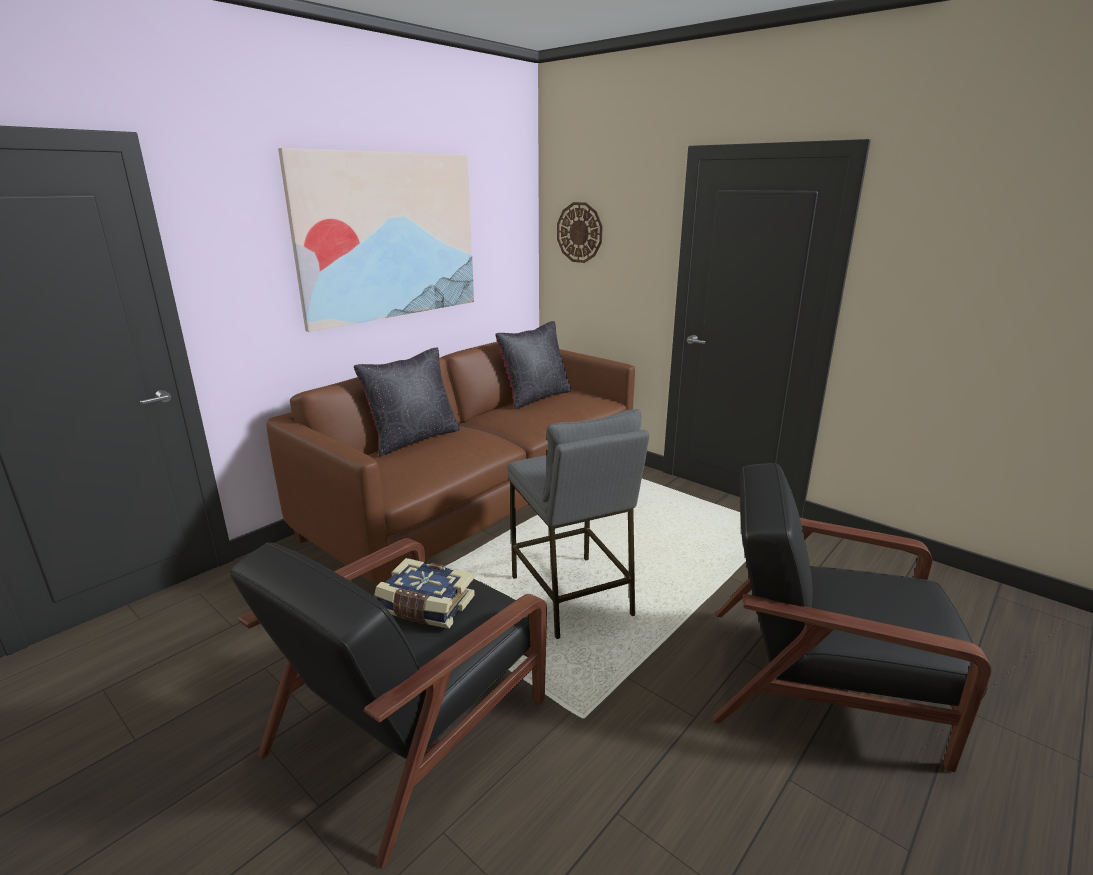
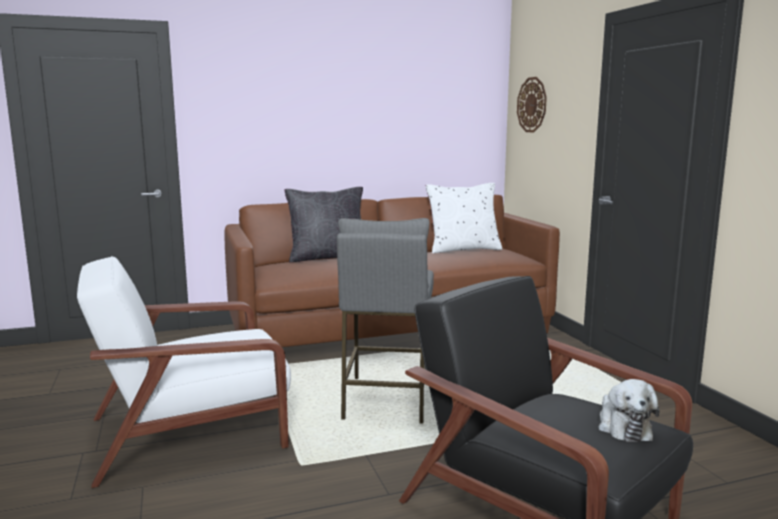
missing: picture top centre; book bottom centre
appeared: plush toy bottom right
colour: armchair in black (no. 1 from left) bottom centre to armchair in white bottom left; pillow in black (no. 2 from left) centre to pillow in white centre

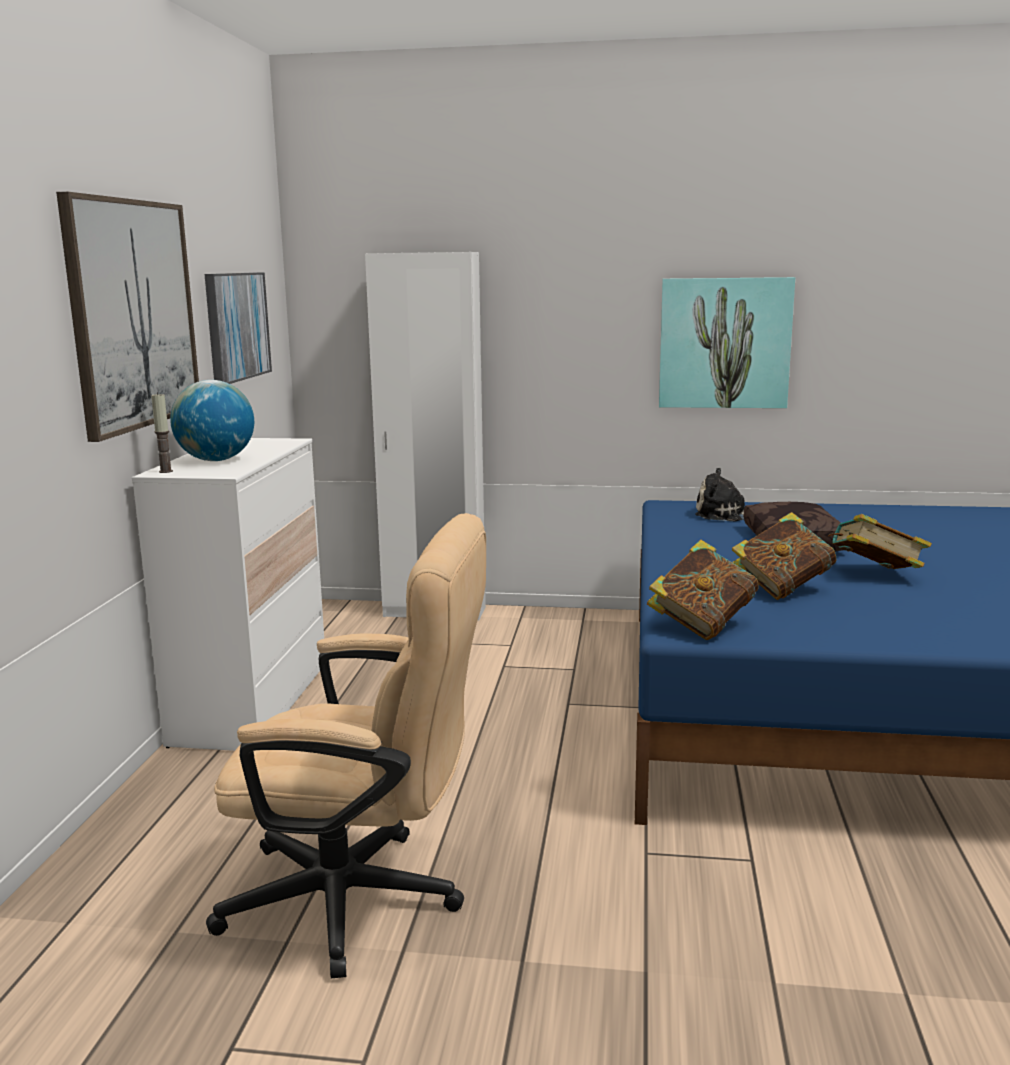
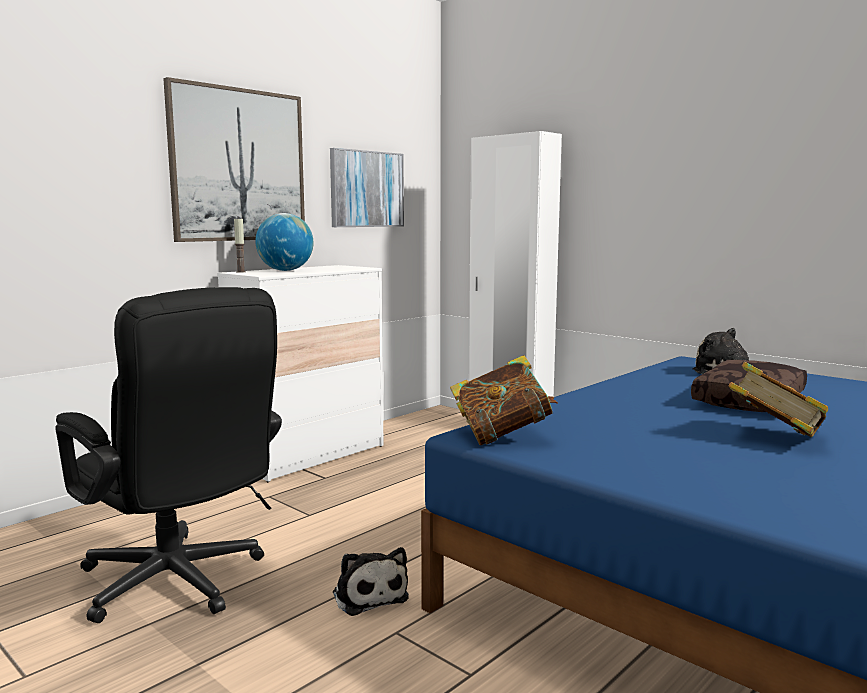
missing: picture (no. 3 from left) top right; book (no. 2 from left) middle right
appeared: plush toy (no. 1 from left) bottom centre
colour: office chair in beige bottom centre to office chair in black middle left

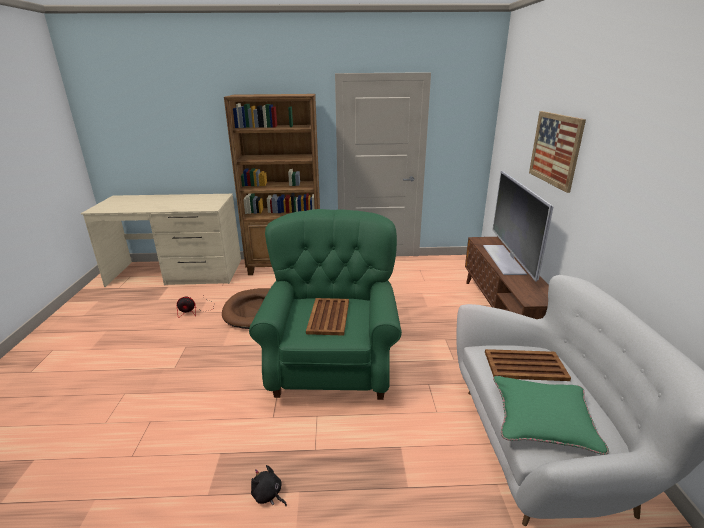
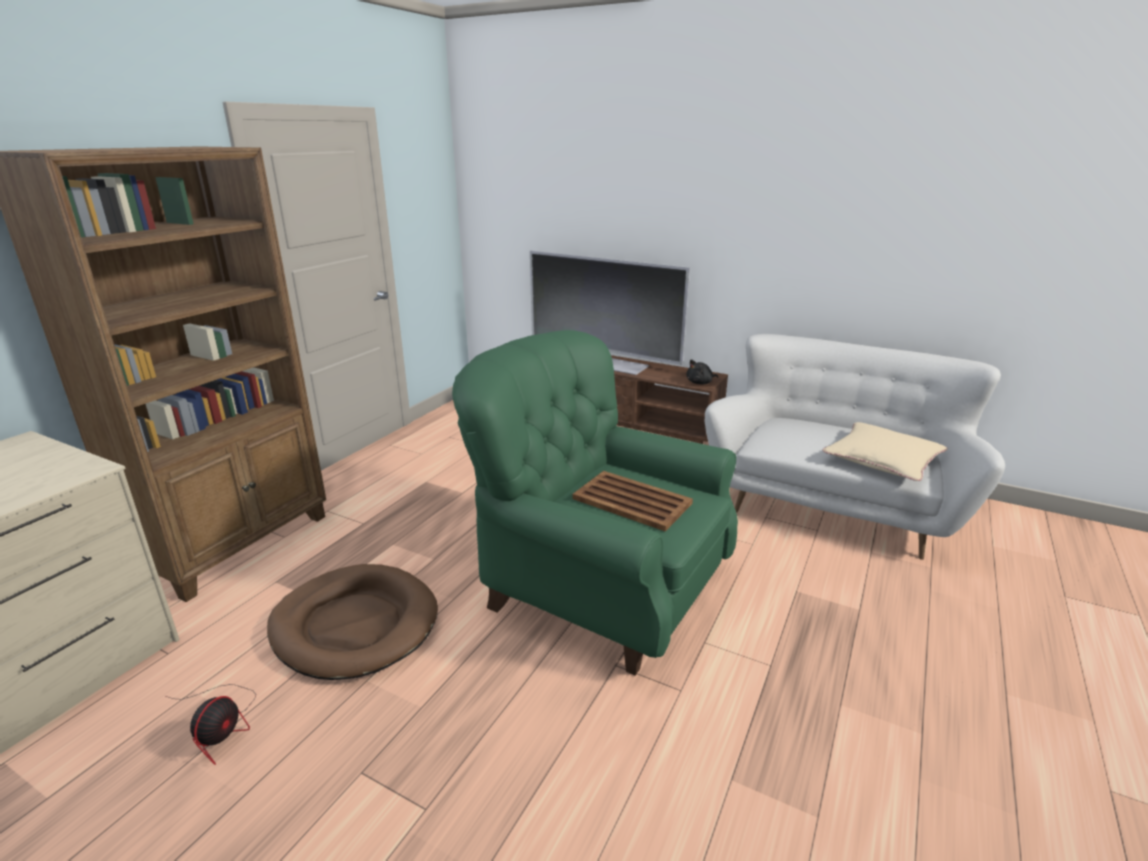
missing: tray in brown (no. 2 from left) bottom right; picture top right
relocated: plush toy in black bottom centre to centre
colour: pillow in green bottom right to pillow in beige middle right

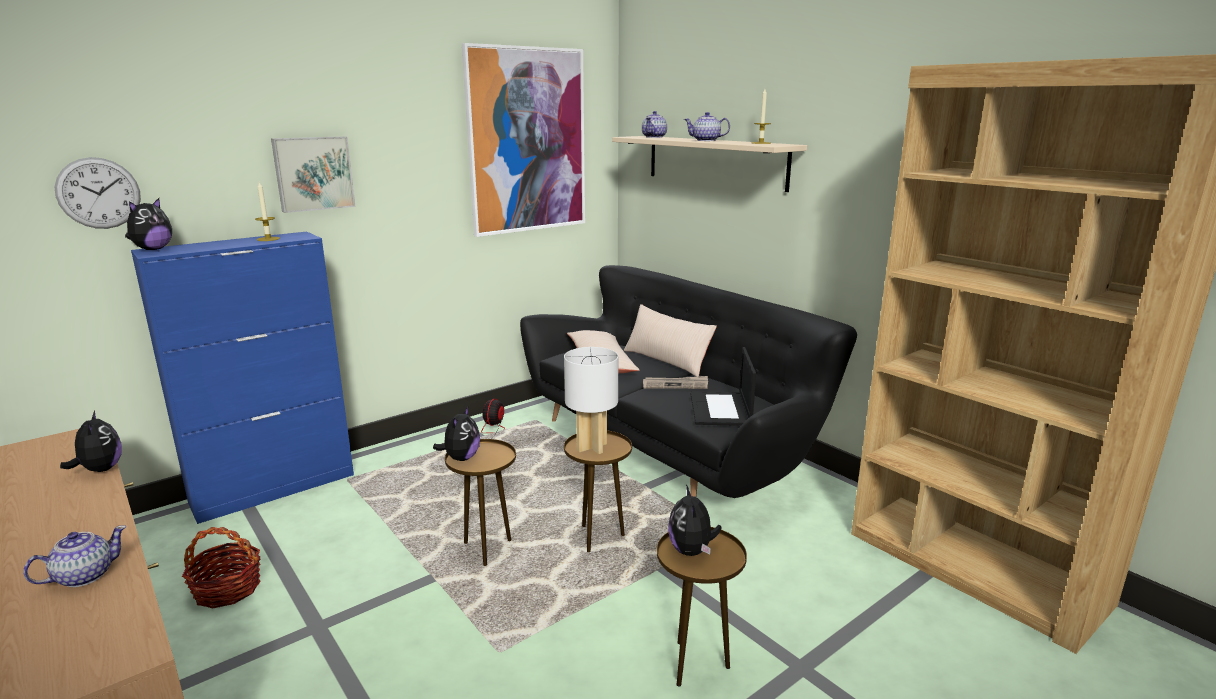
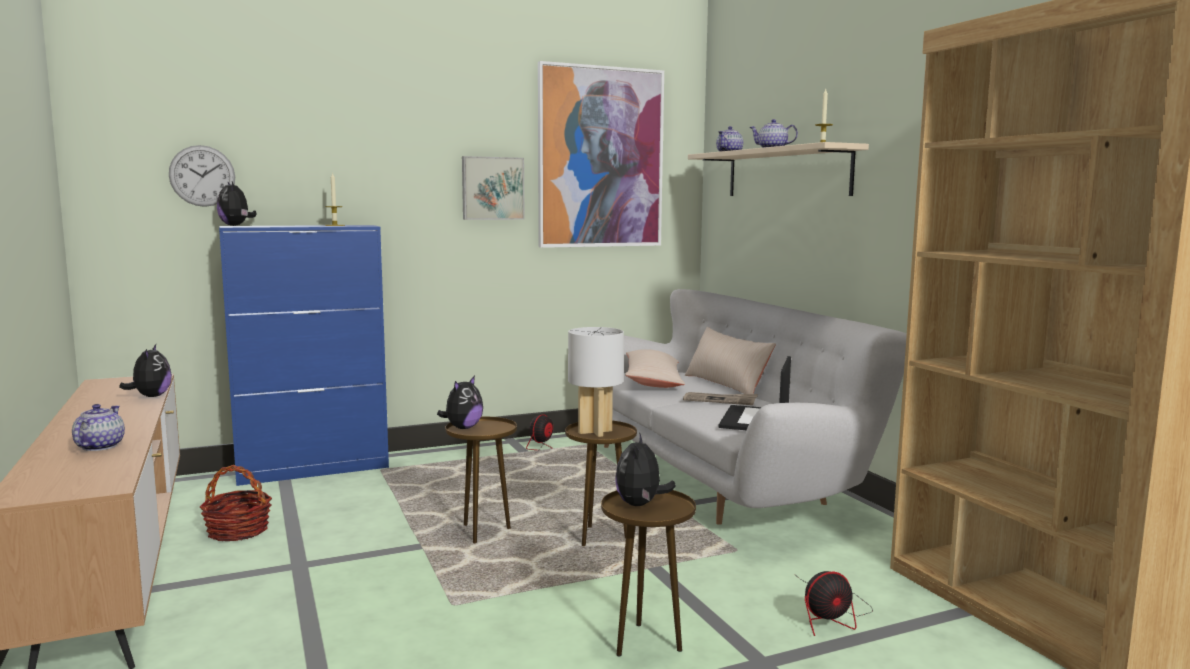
appeared: fan (no. 2 from left) bottom right
relocated: picture (no. 1 from left) top left to top centre
colour: sofa in black centre to sofa in white centre
spun: teapot (no. 1 from left) bottom left = middle left 60 degrees counterclockwise; plush toy (no. 2 from left) top left = top left 105 degrees clockwise

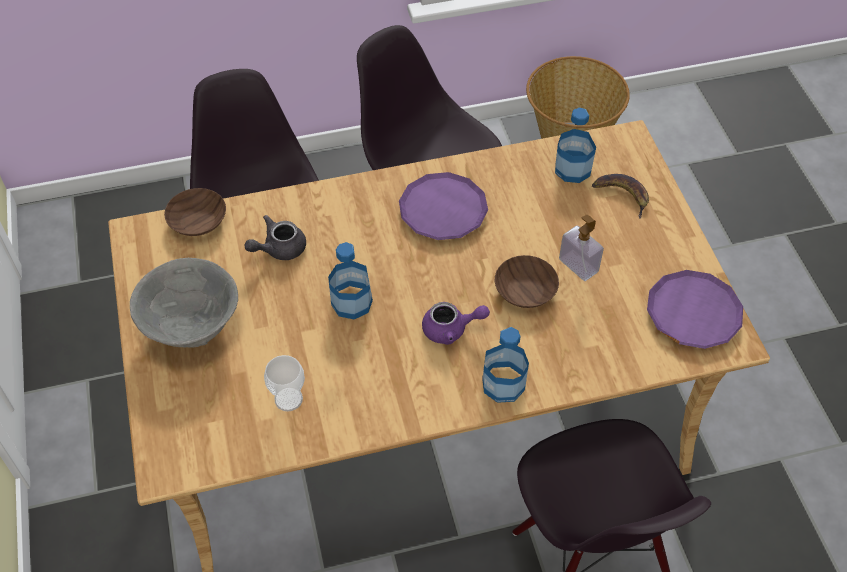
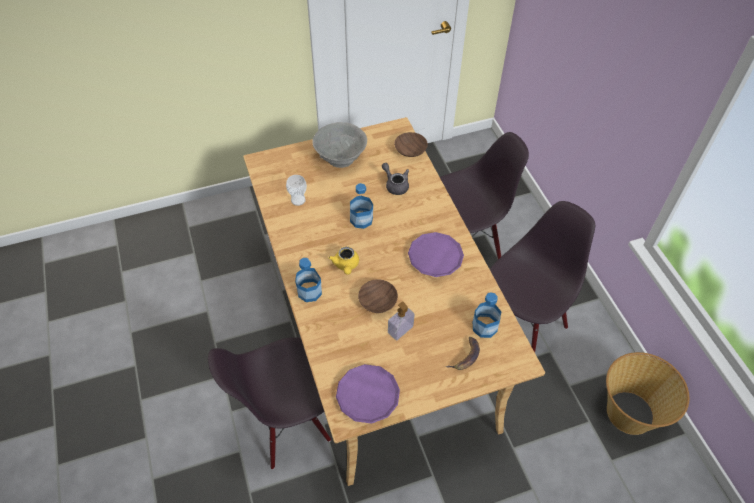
colour: teapot in purple centre to teapot in yellow centre

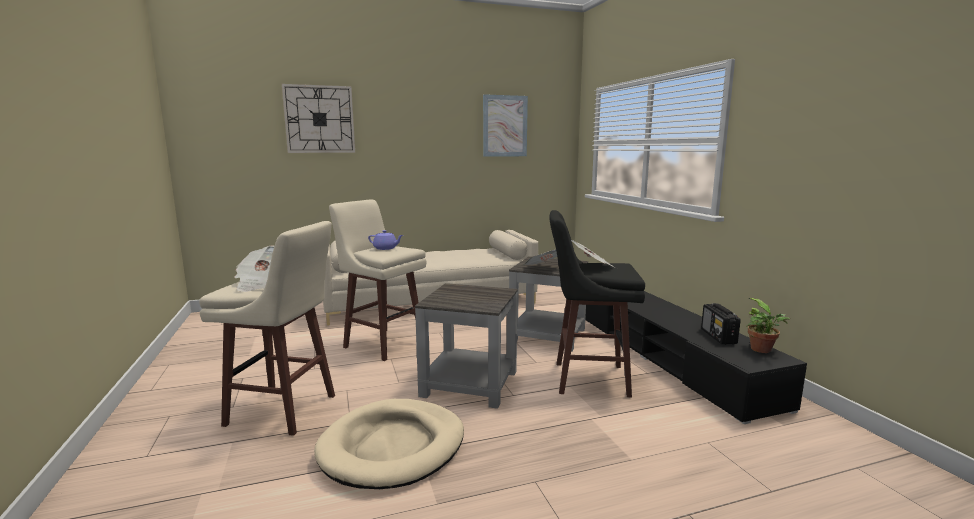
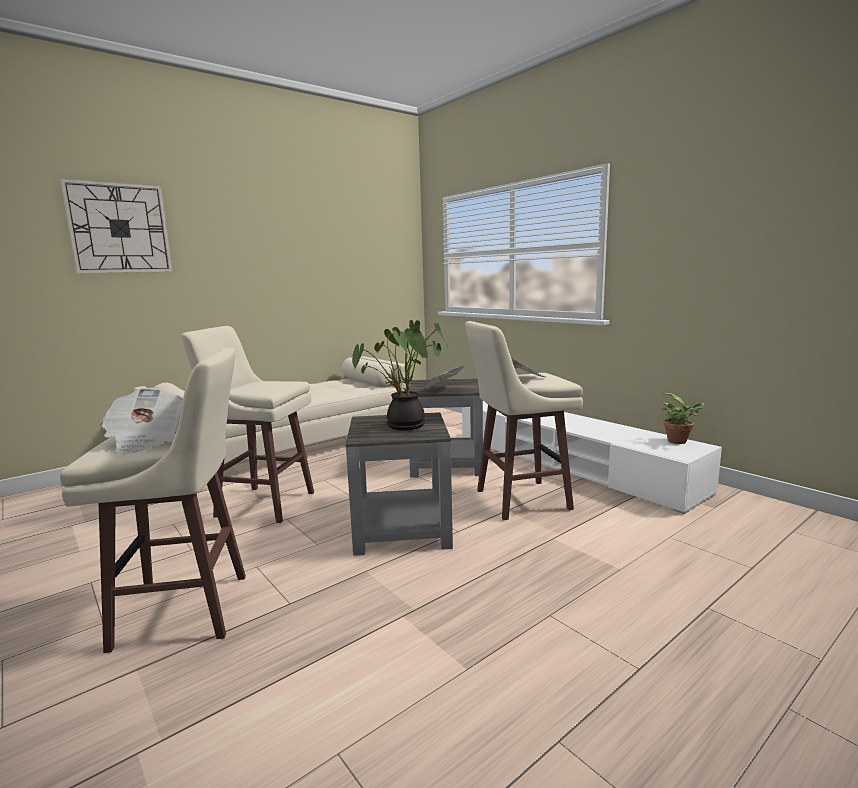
missing: dog bed in beige bottom centre; teapot in purple centre; picture top centre; radio middle right
appeared: potted plant (no. 1 from left) centre
colour: stool in black centre to stool in beige (no. 3 from left) centre; tv stand in black bottom right to tv stand in white middle right

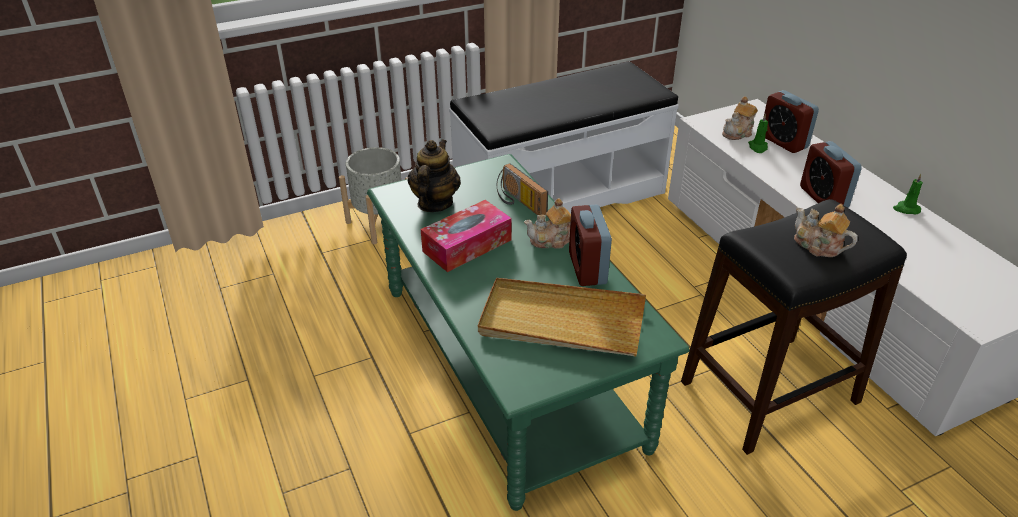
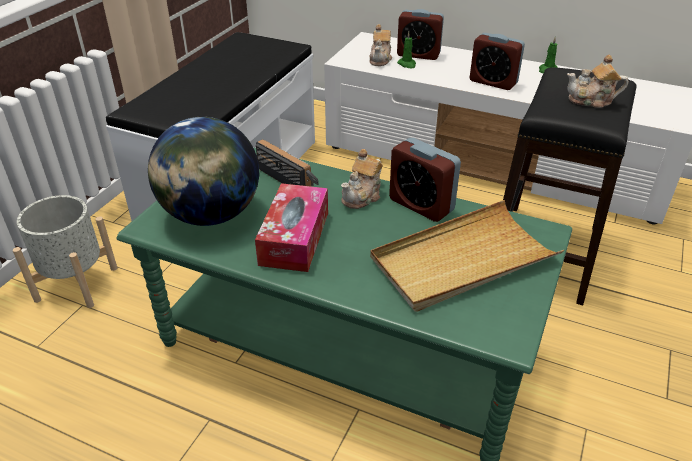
exchanged: teapot (no. 1 from left) centre to globe middle left
spun: radio centre = centre 150 degrees counterclockwise

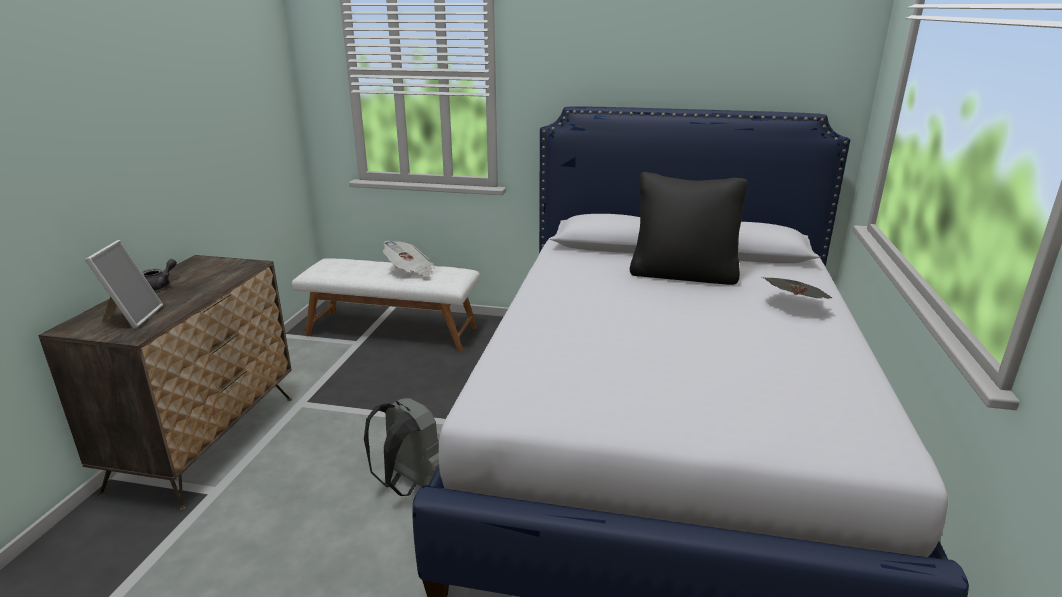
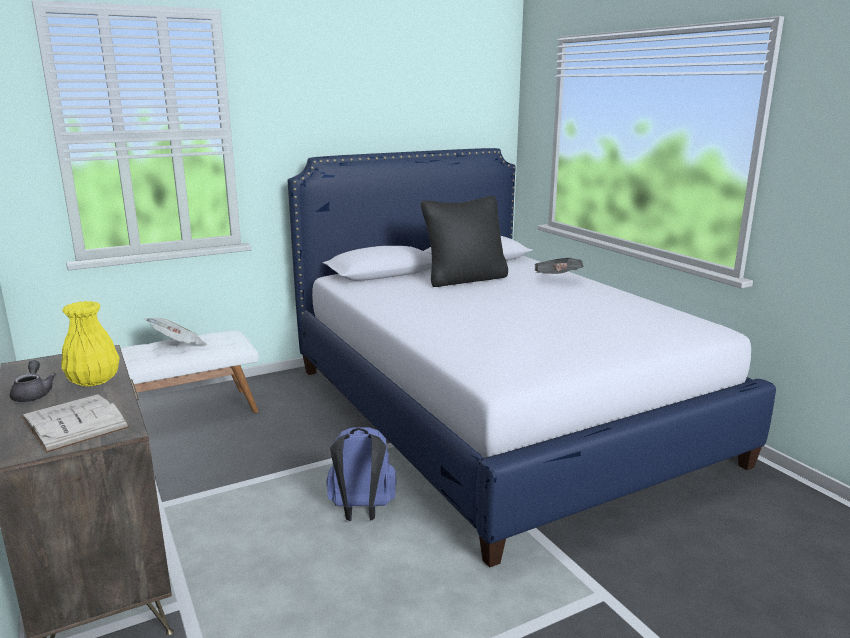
appeared: vase in yellow middle left
exchanged: picture frame middle left to book in white middle left
colour: backpack in grey bottom centre to backpack in blue bottom centre

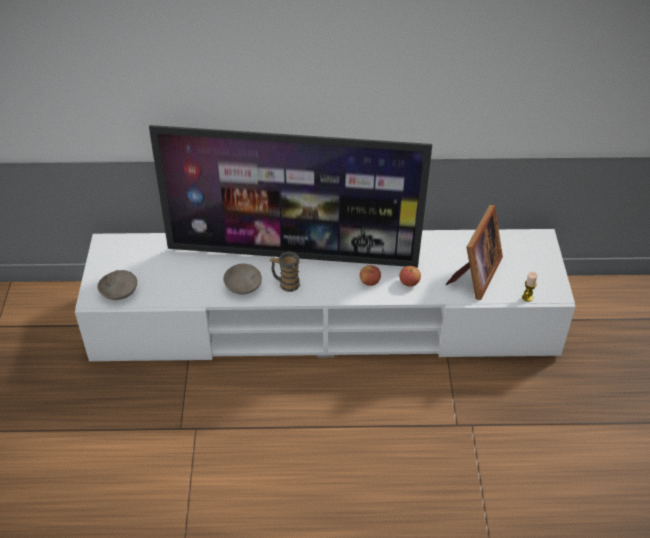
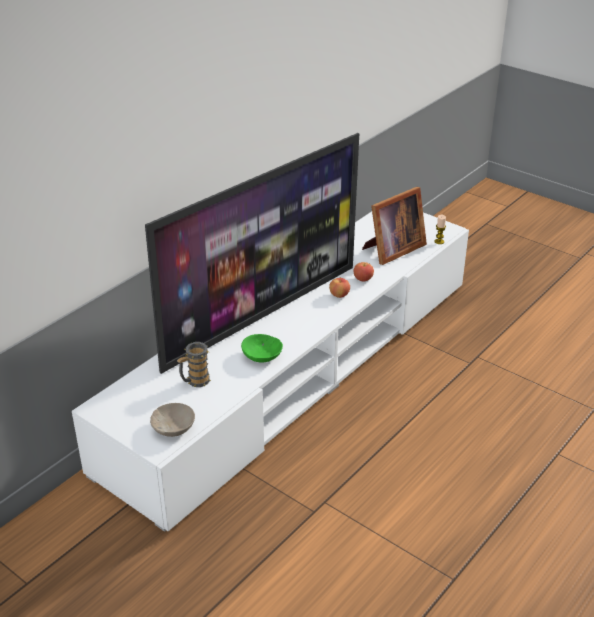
relocated: mug centre to middle left
colour: bowl in beige (no. 2 from left) centre to bowl in green centre
spun: picture frame middle right = centre 75 degrees clockwise

